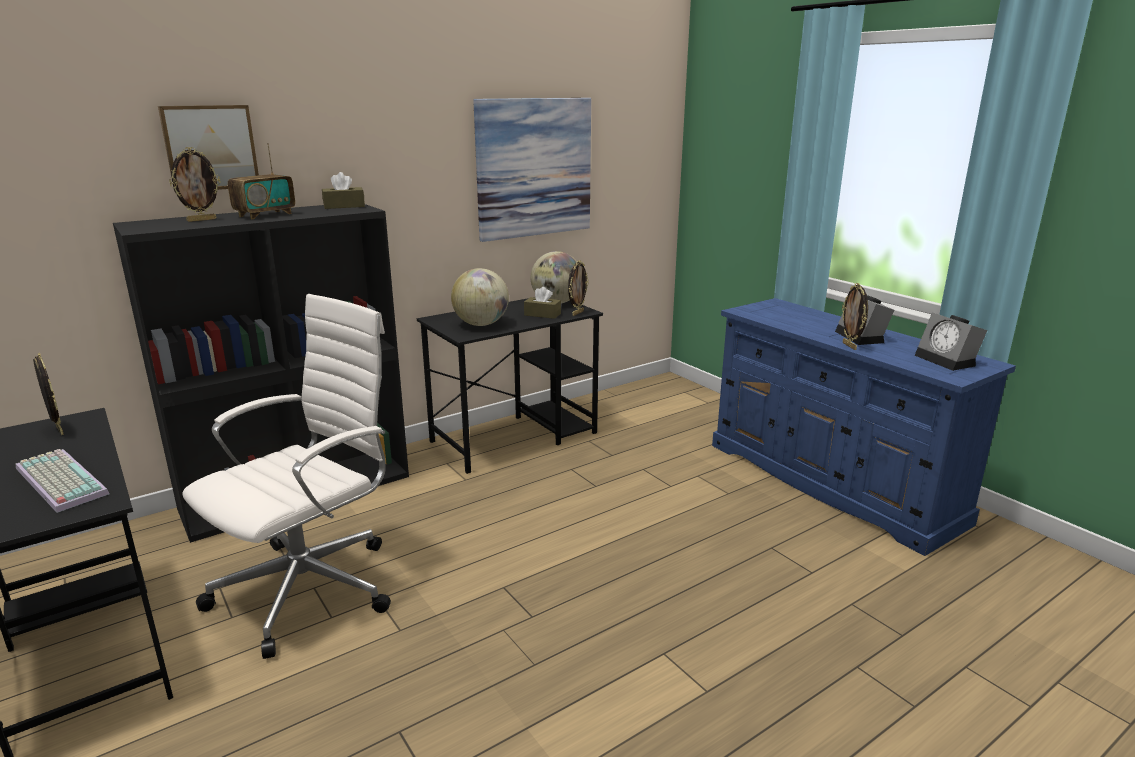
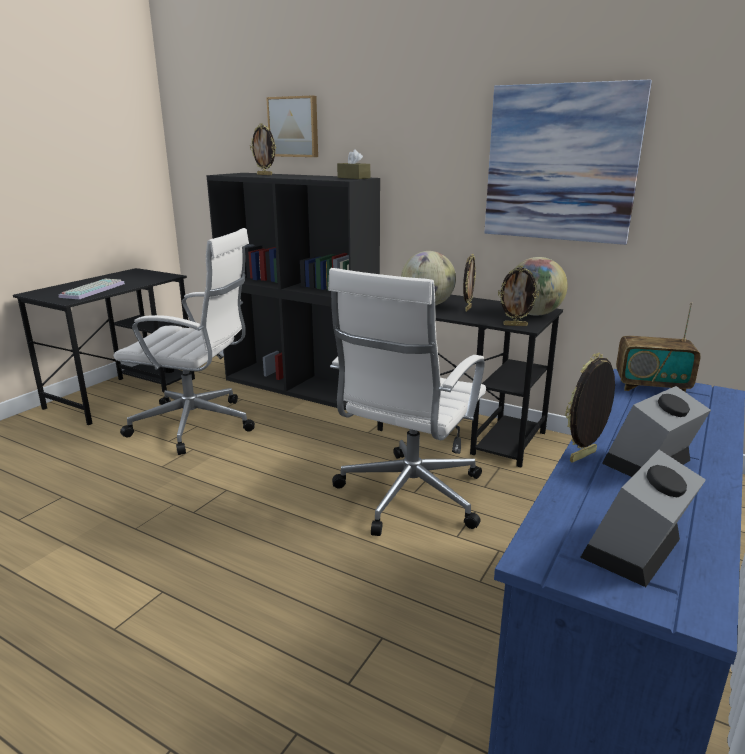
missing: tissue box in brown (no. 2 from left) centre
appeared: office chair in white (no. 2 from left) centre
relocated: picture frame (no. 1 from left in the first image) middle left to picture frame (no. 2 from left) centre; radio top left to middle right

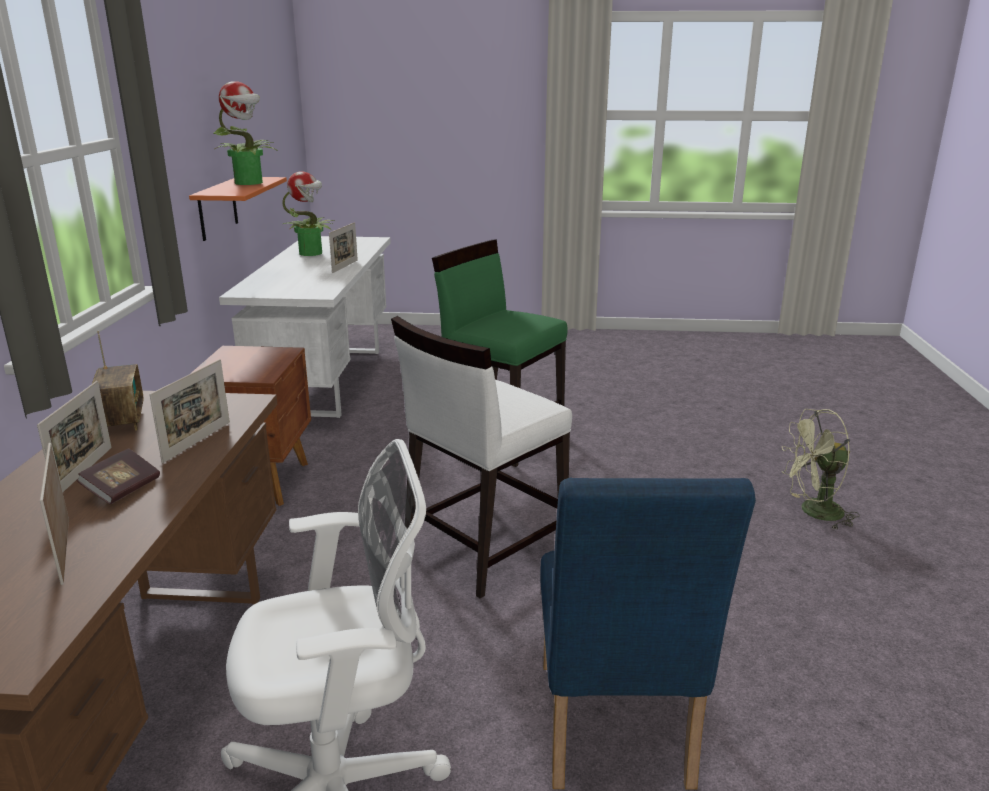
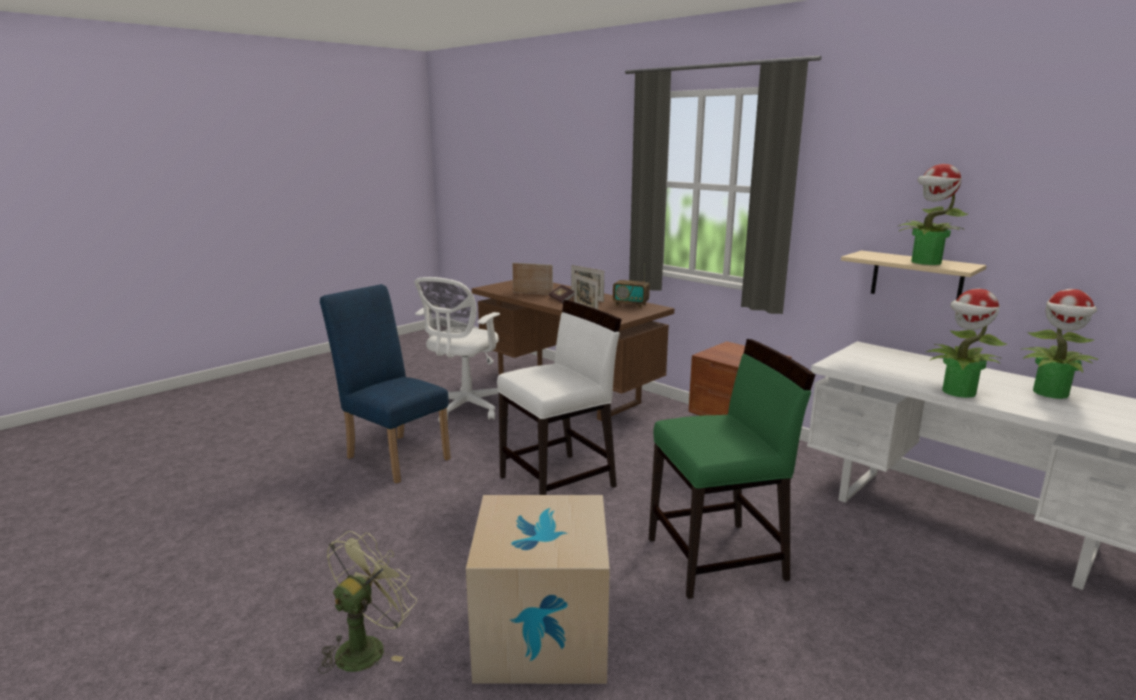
appeared: cardboard box bottom centre
exchanged: picture frame (no. 4 from left) top centre to potted plant (no. 2 from left) middle right
colour: shelf in orange top left to shelf in beige middle right
spun: chair in white centre = centre 60 degrees clockwise

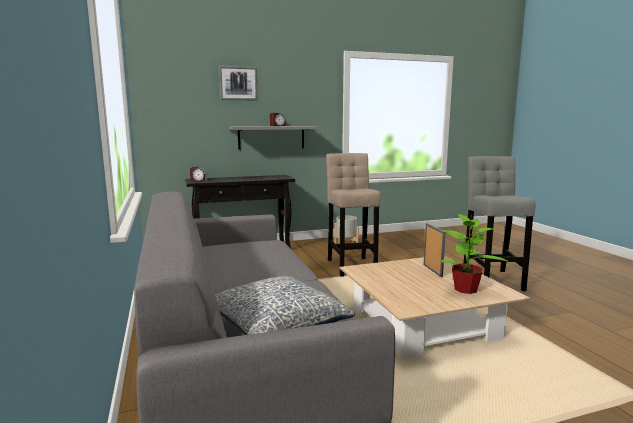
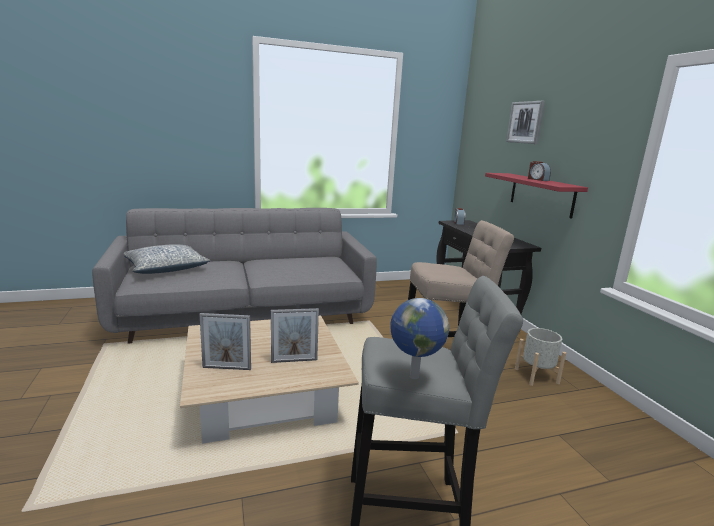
appeared: globe centre
exchanged: potted plant middle right to picture frame (no. 1 from left) middle left
colour: shelf in grey top centre to shelf in red middle right

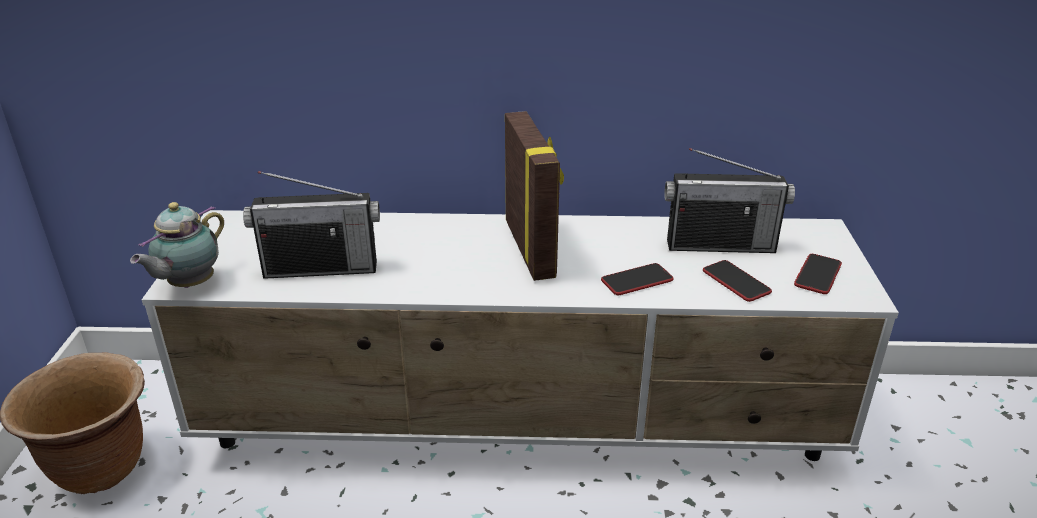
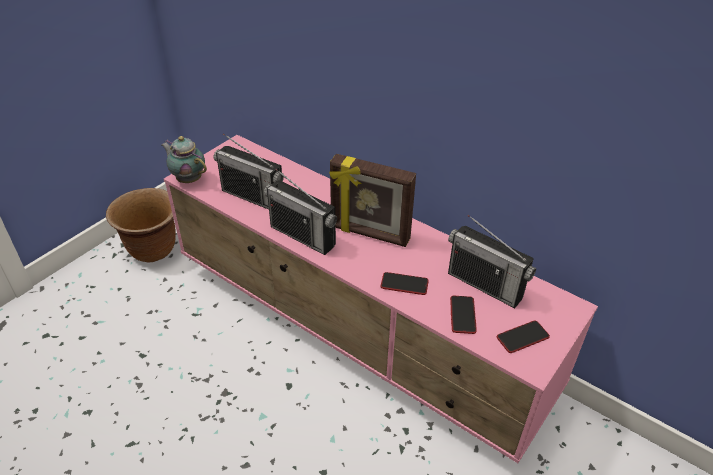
appeared: radio (no. 2 from left) centre
colour: tv stand in white centre to tv stand in pink centre
spun: teapot middle left = middle left 60 degrees clockwise; picture frame centre = centre 90 degrees clockwise

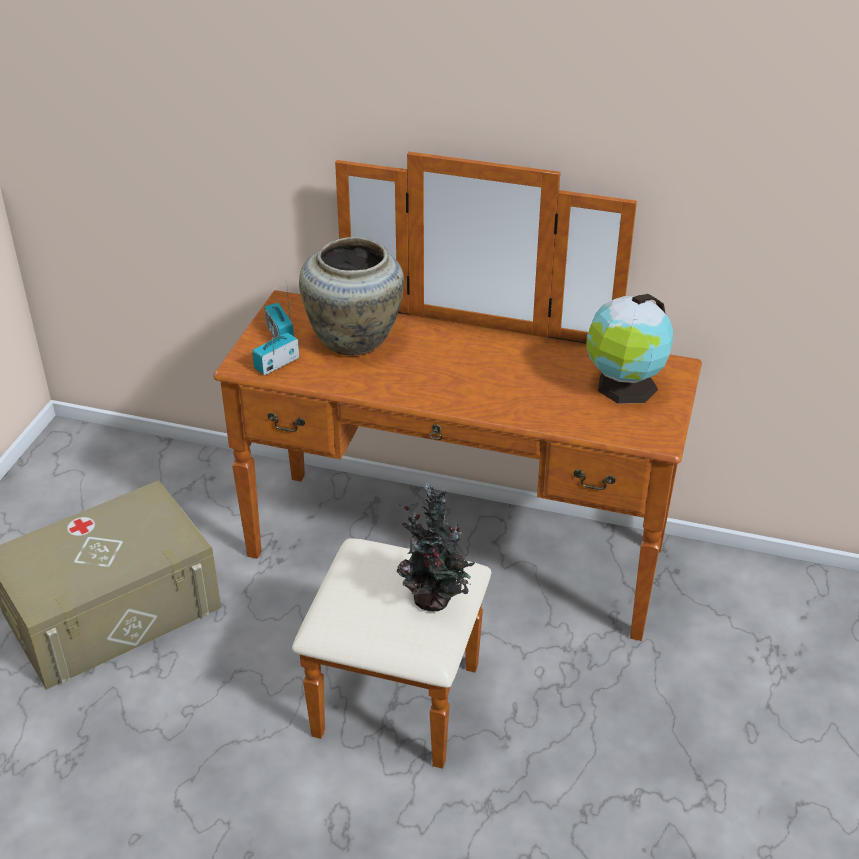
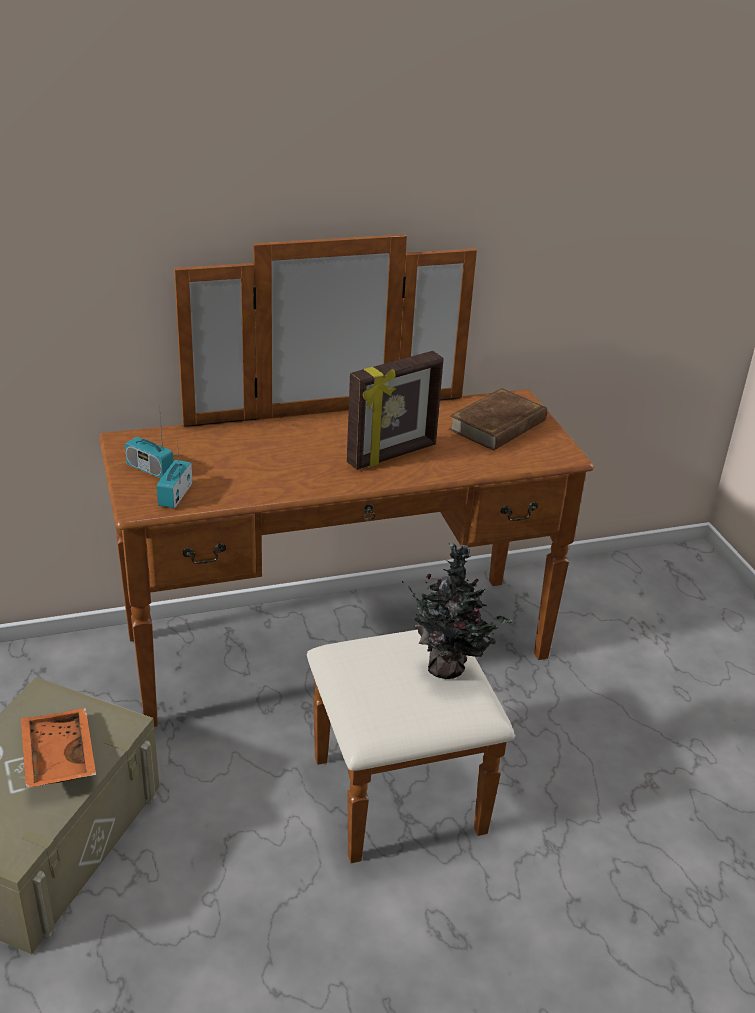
missing: vase in beige centre
appeared: tray in orange bottom left; picture frame centre
exchanged: globe middle right to book in brown centre

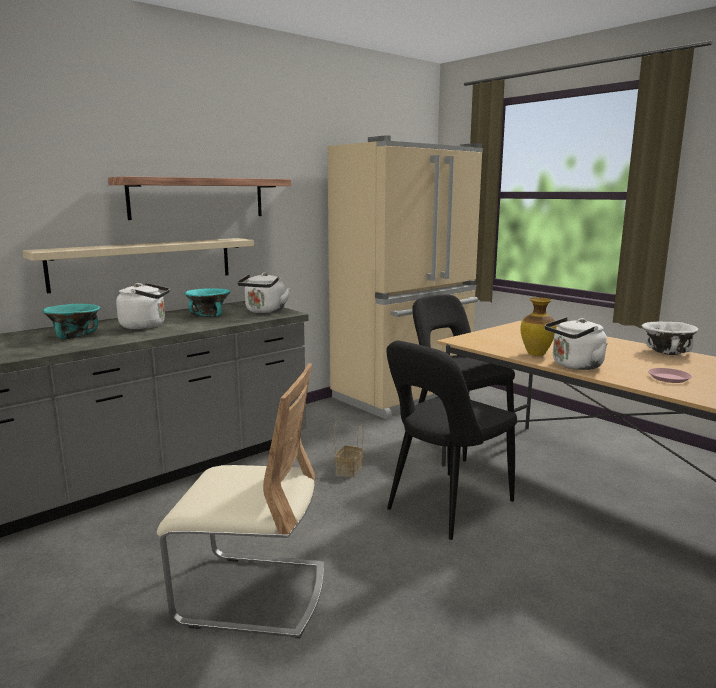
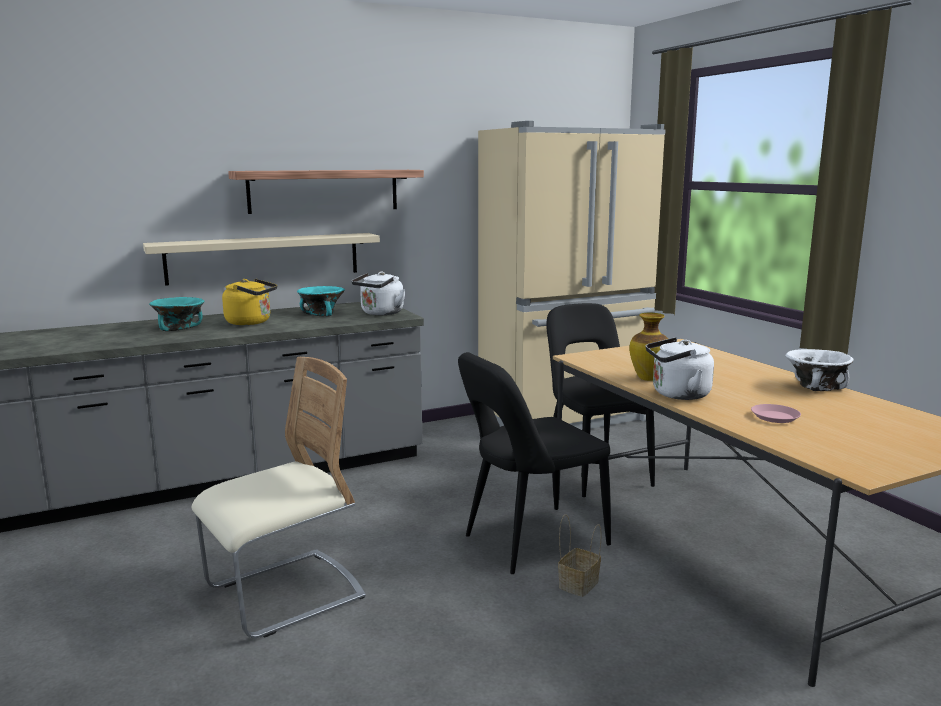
relocated: basket centre to bottom centre
colour: kettle in white (no. 1 from left) middle left to kettle in yellow middle left
spun: chair in beige bottom centre = bottom left 60 degrees counterclockwise

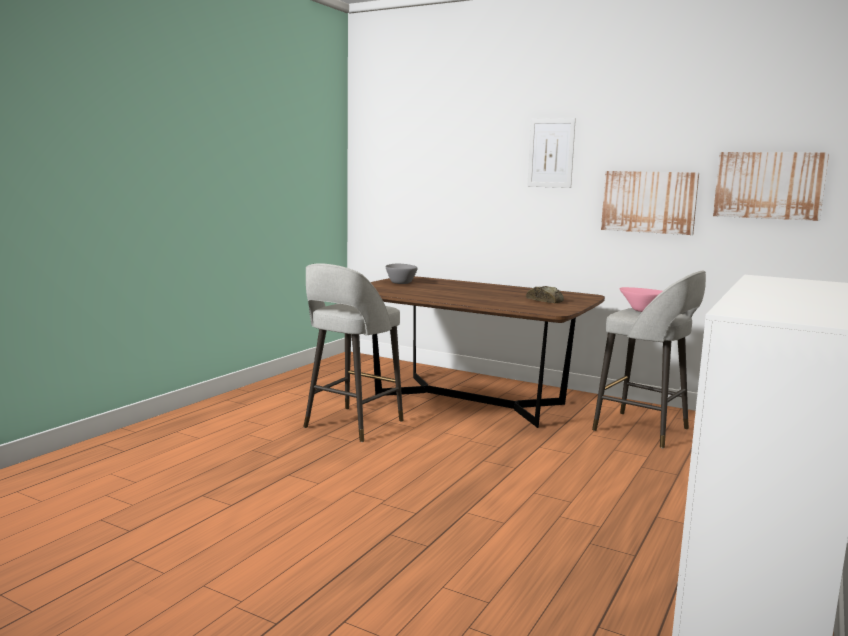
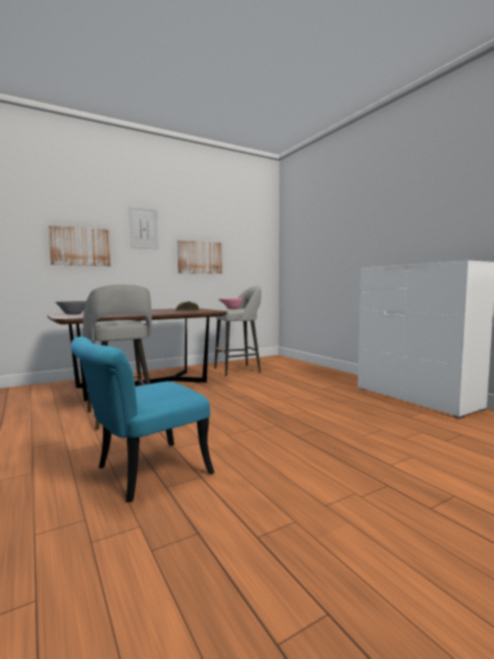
appeared: chair in turquoise middle left
relocated: picture (no. 3 from left in the first image) top right to picture (no. 1 from left) middle left

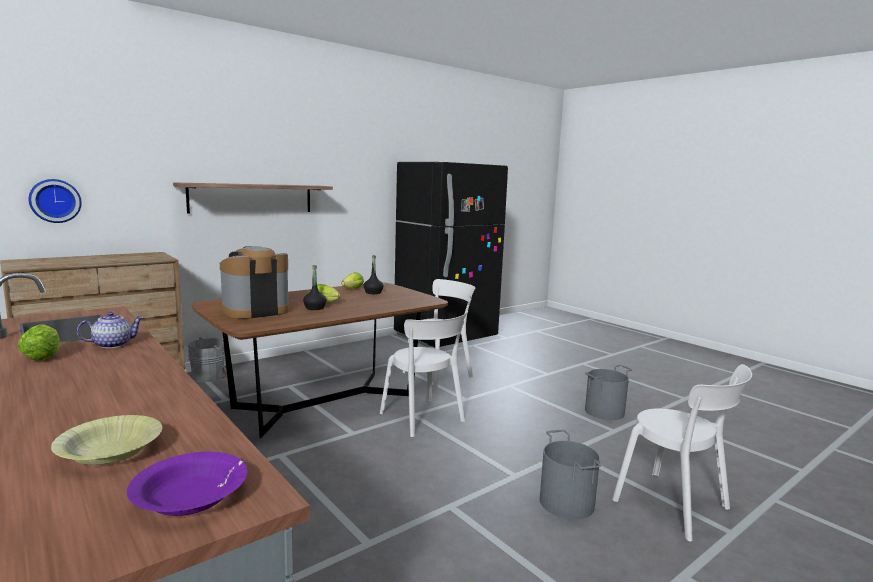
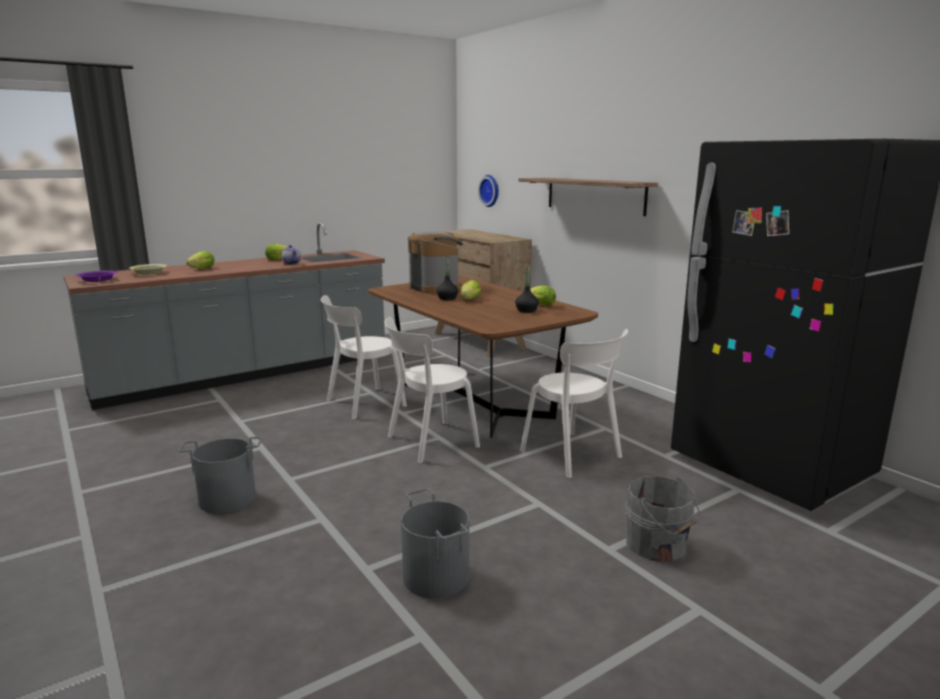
appeared: lettuce (no. 1 from left) middle left
relocated: bucket in grey (no. 1 from left in the first image) middle left to bucket in grey (no. 3 from left) bottom right; chair in white (no. 3 from left in the first image) bottom right to chair in white (no. 1 from left) centre

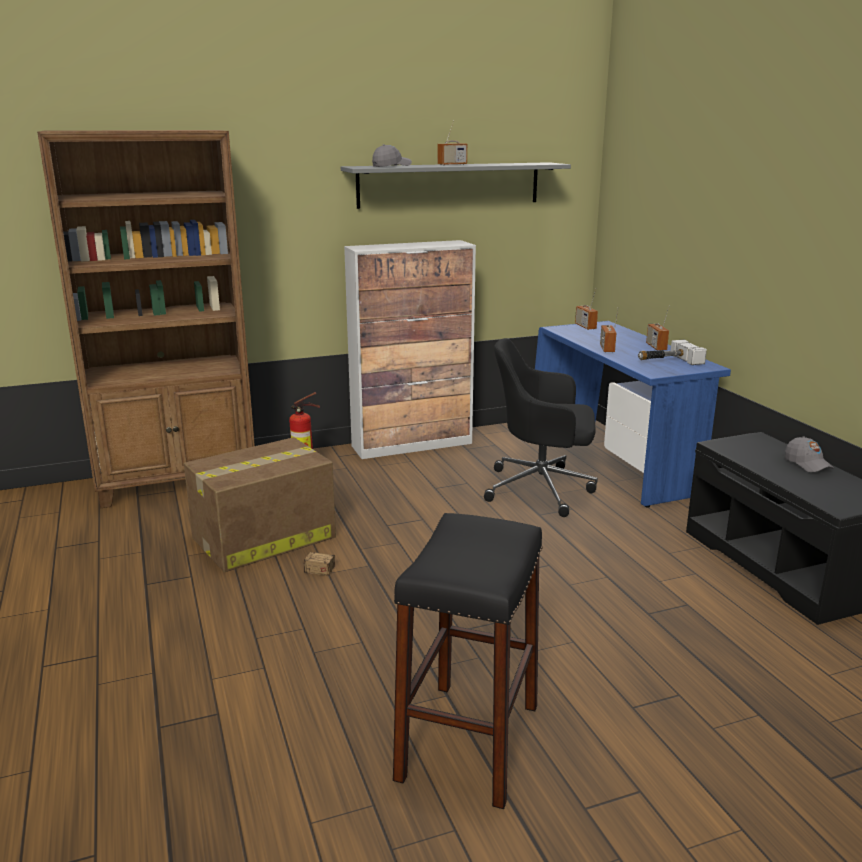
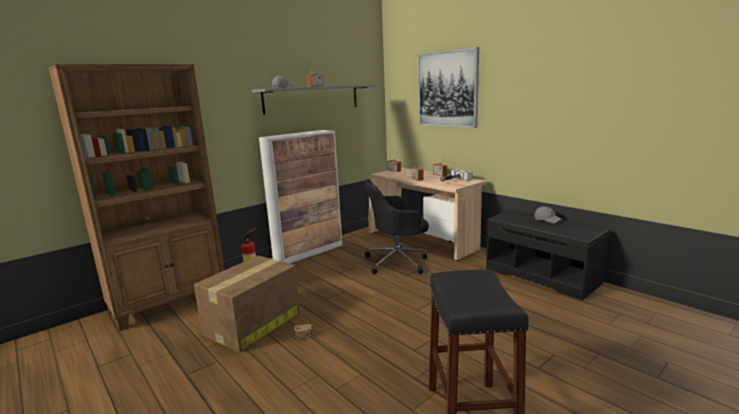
appeared: picture top centre
colour: desk in blue middle right to desk in beige centre

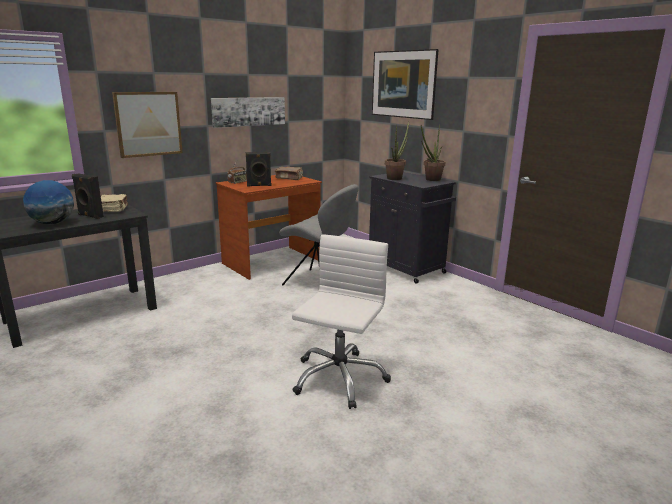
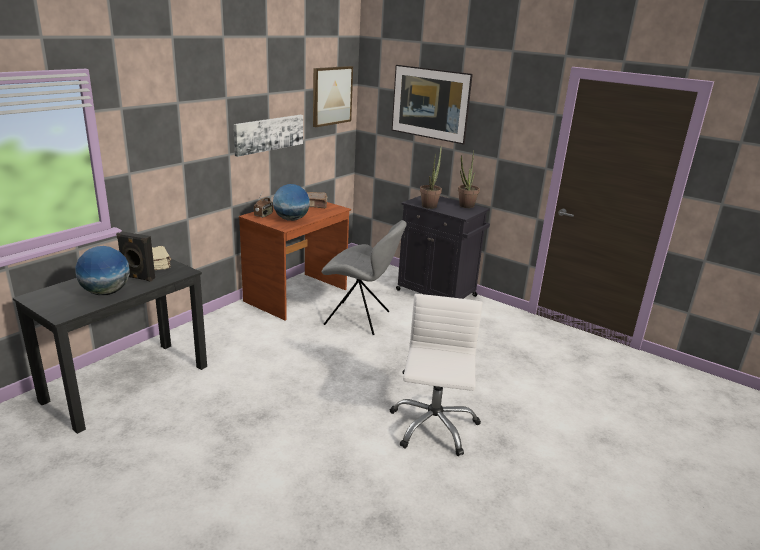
relocated: picture (no. 1 from left in the first image) top left to picture (no. 2 from left) top centre
exchanged: speaker in black (no. 2 from left) centre to globe (no. 2 from left) centre

